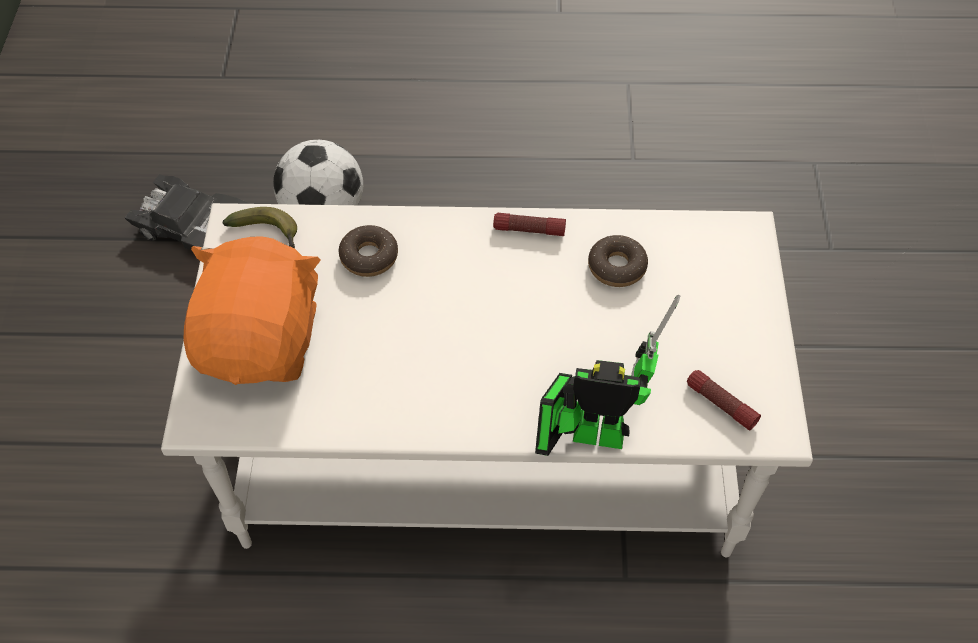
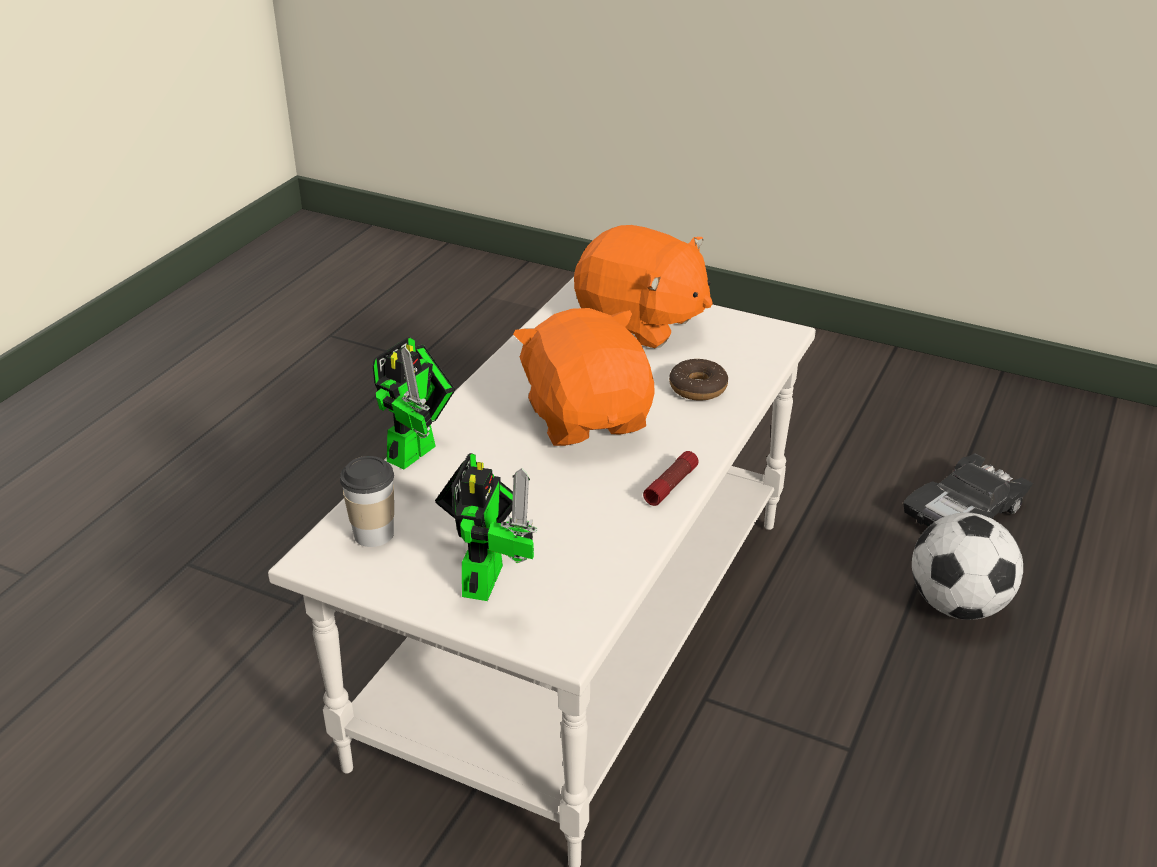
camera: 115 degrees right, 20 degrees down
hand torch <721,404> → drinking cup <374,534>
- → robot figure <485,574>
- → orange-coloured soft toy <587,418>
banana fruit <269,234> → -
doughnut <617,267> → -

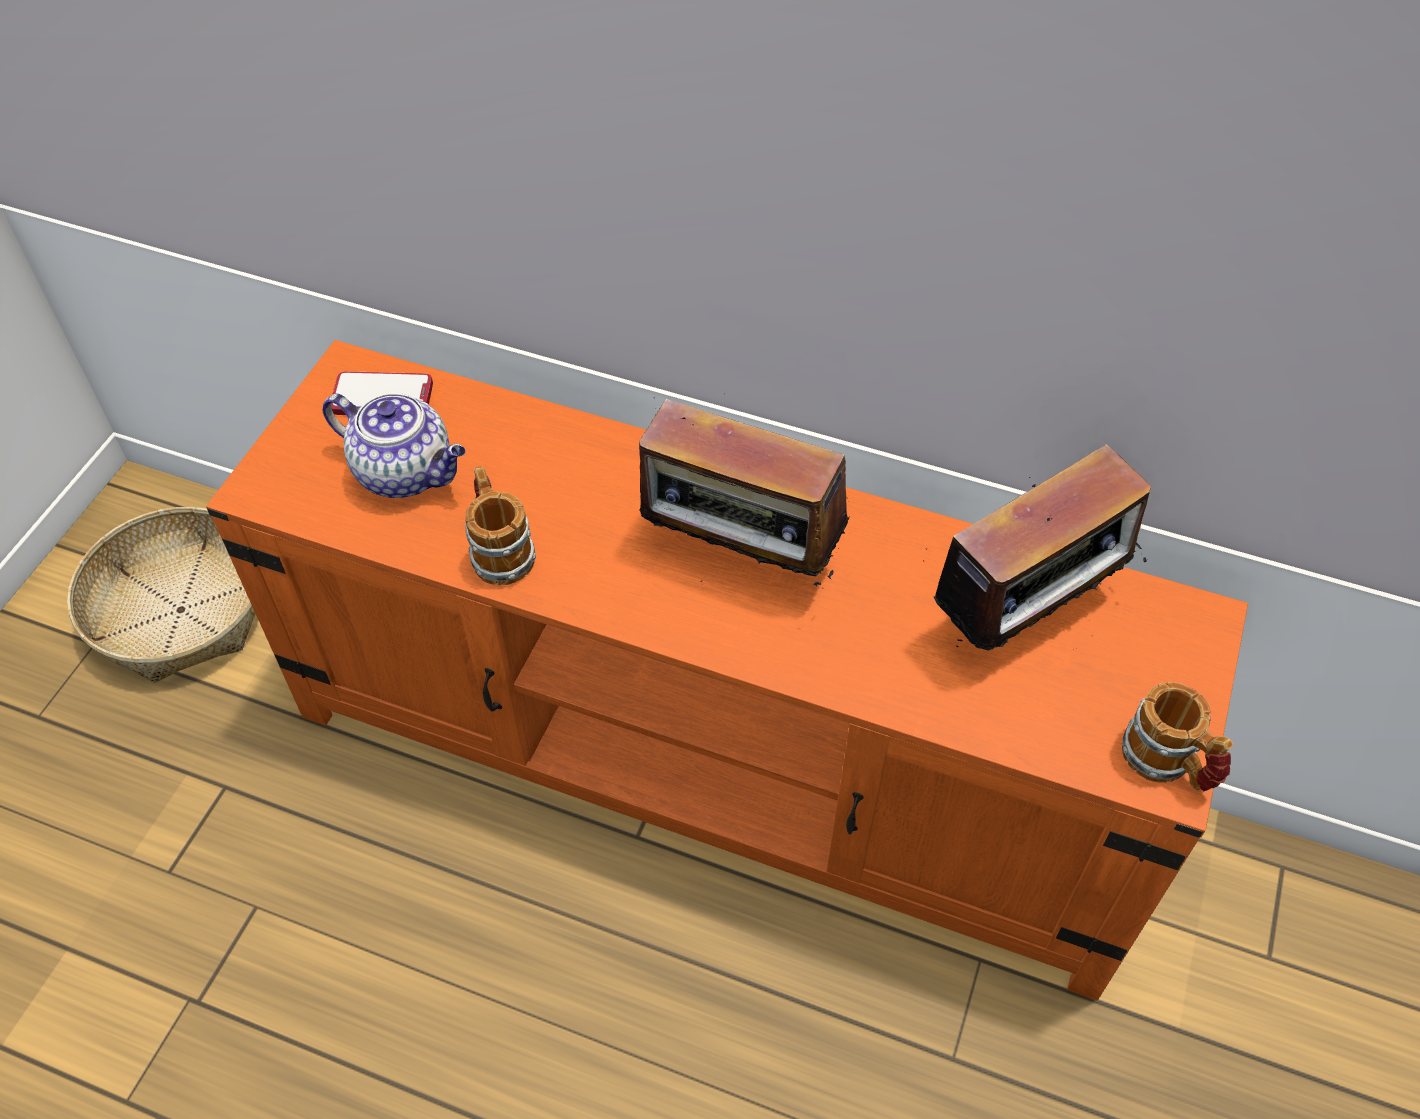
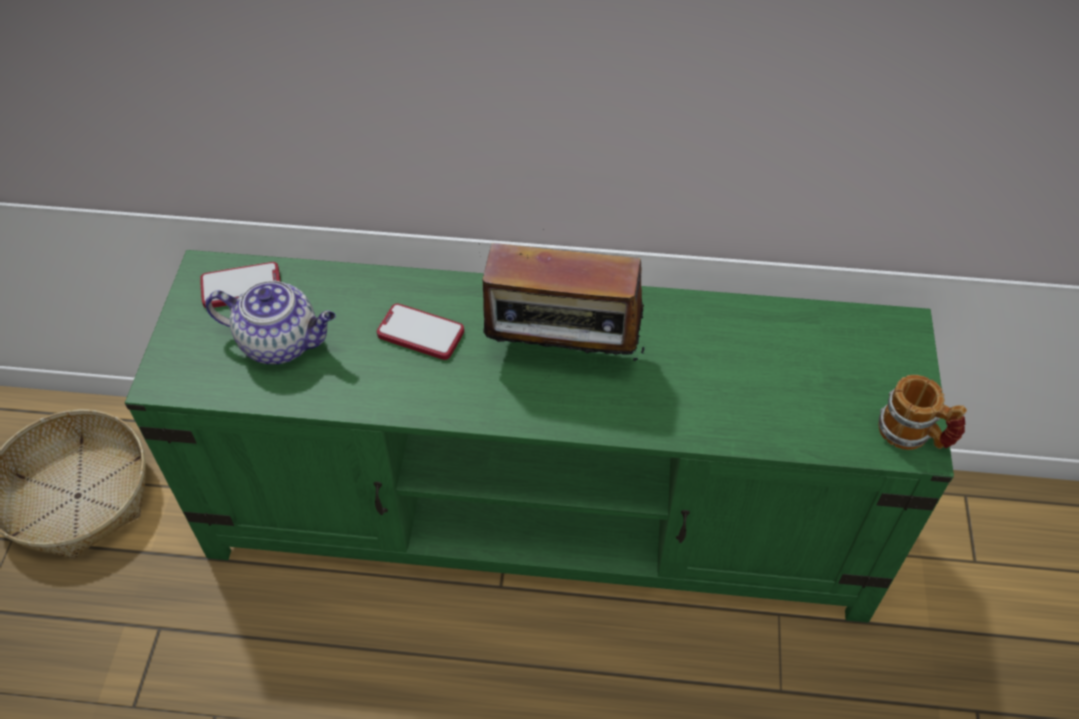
camera: 15 degrees left, 0 degrees up
orange-coloured tv unit <715,761> → greenish tv unit <542,516>
- → handset <421,333>
mug <499,550> → -
radio set <1027,615> → -

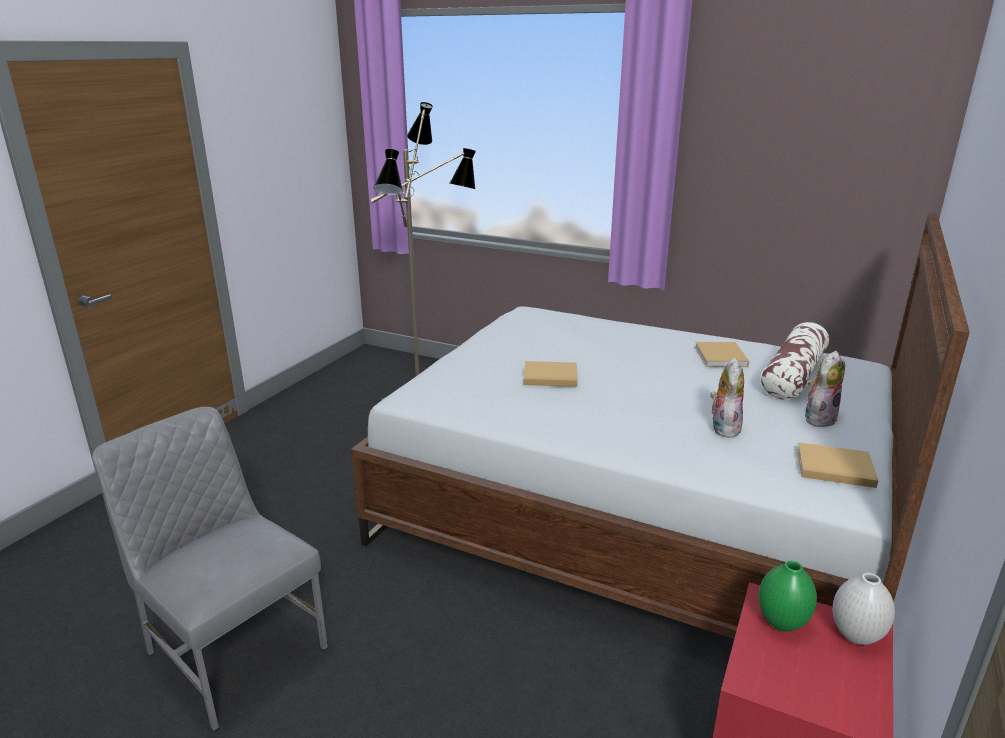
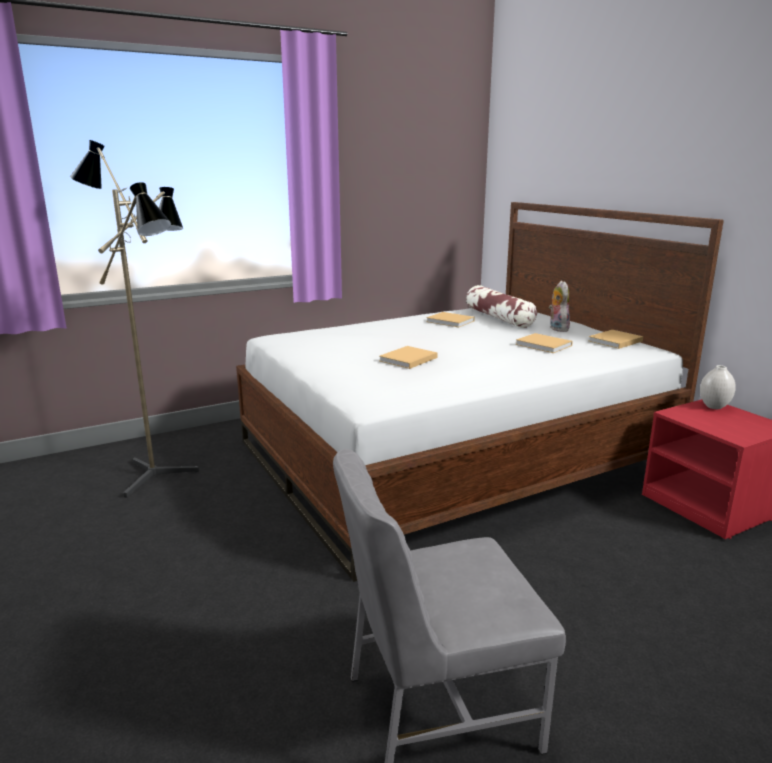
camera: 55 degrees left, 5 degrees down
soft toy <723,427> → beige volume <545,345>
greenish decorative vase <782,623> → -

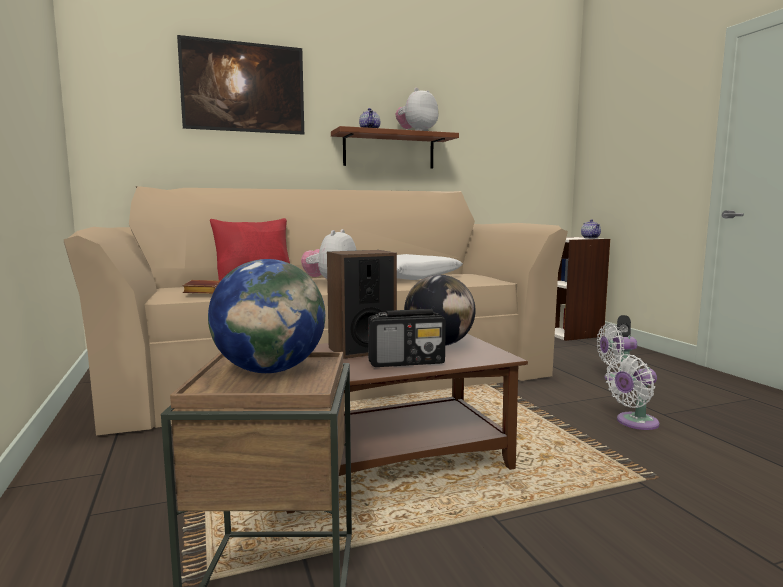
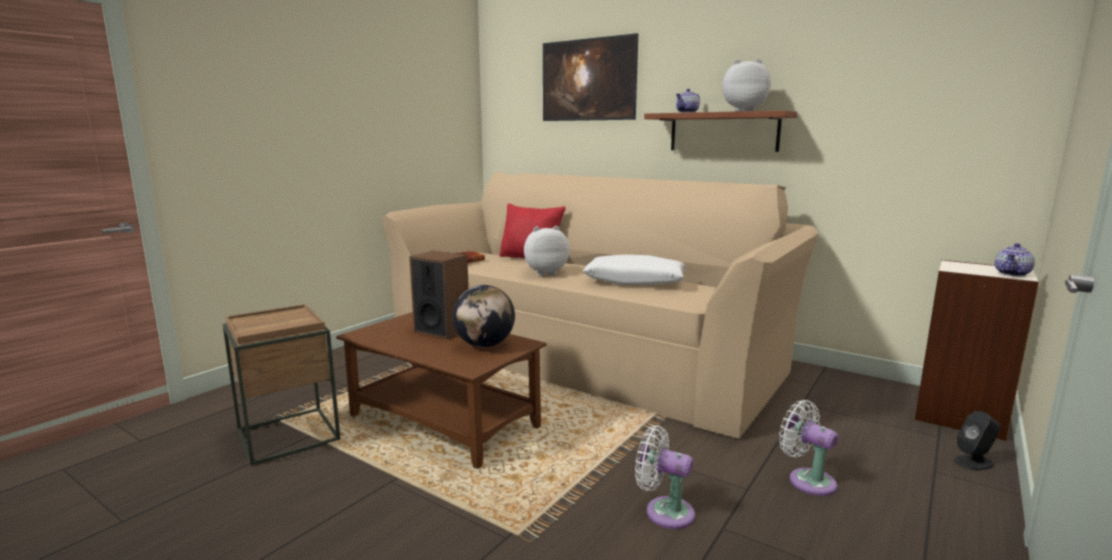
camera: 55 degrees right, 5 degrees up
desk globe <270,370> → -
radio set <407,362> → -

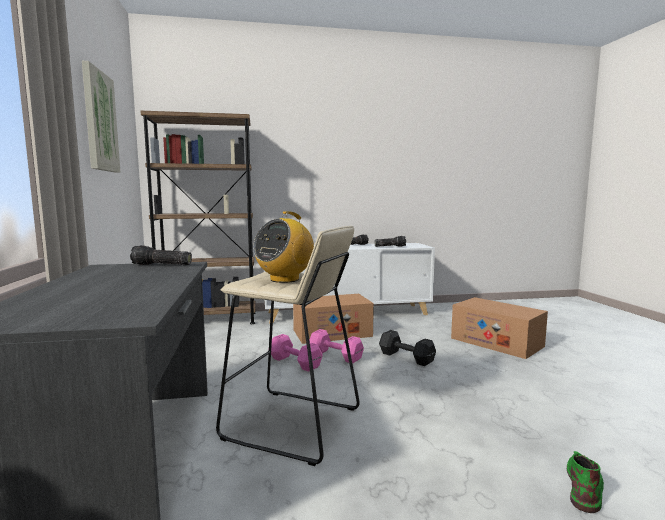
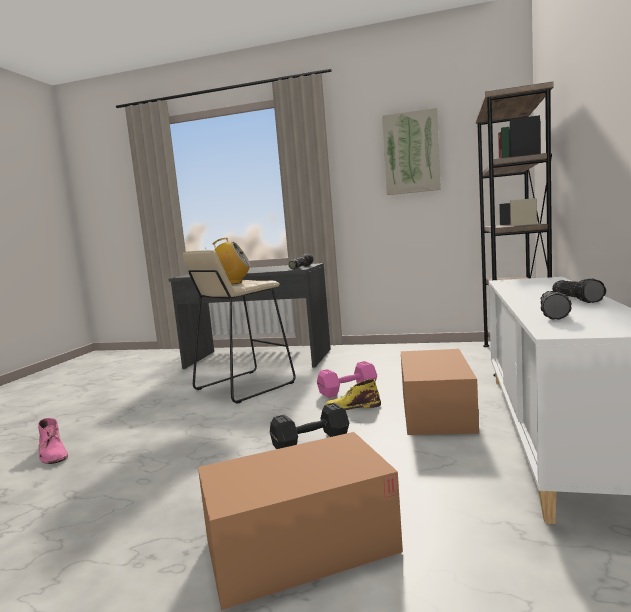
camera: 115 degrees right, 0 degrees up
greenish boot <583,485> → pink boot <52,454>
radio set <285,279> → radio set <232,283>, 120 degrees clockwise
pink dumbbell <334,355> → yellow boot <352,406>

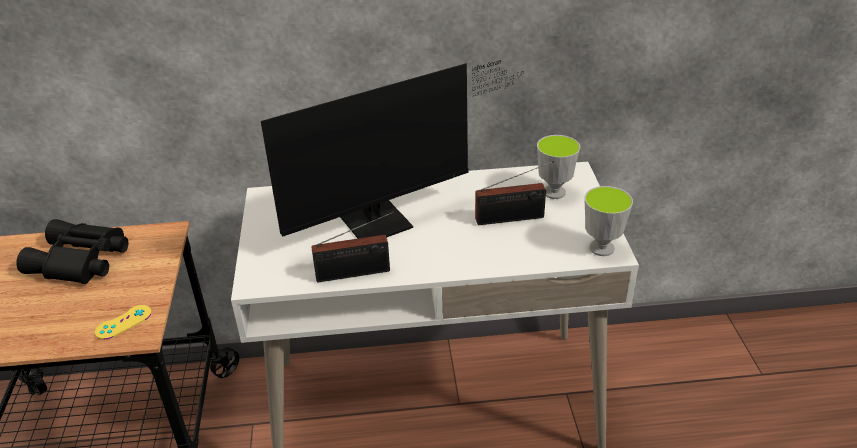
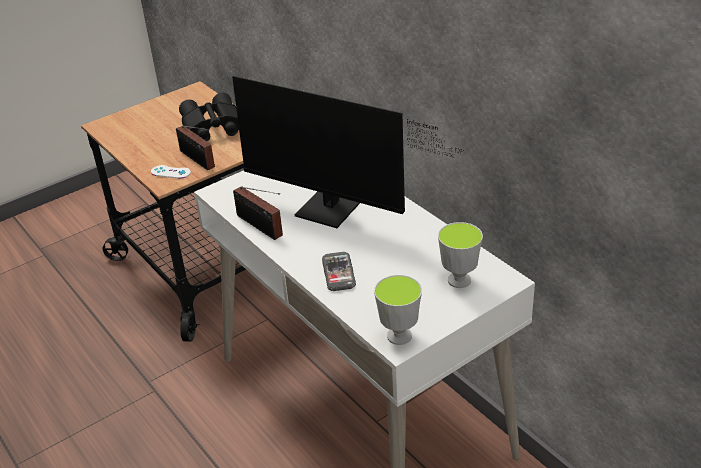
camera: 60 degrees right, 0 degrees up
yellow gamepad <123,322> → white gamepad <170,172>
radio set <513,218> → radio set <198,160>, moved
- → handset <338,273>

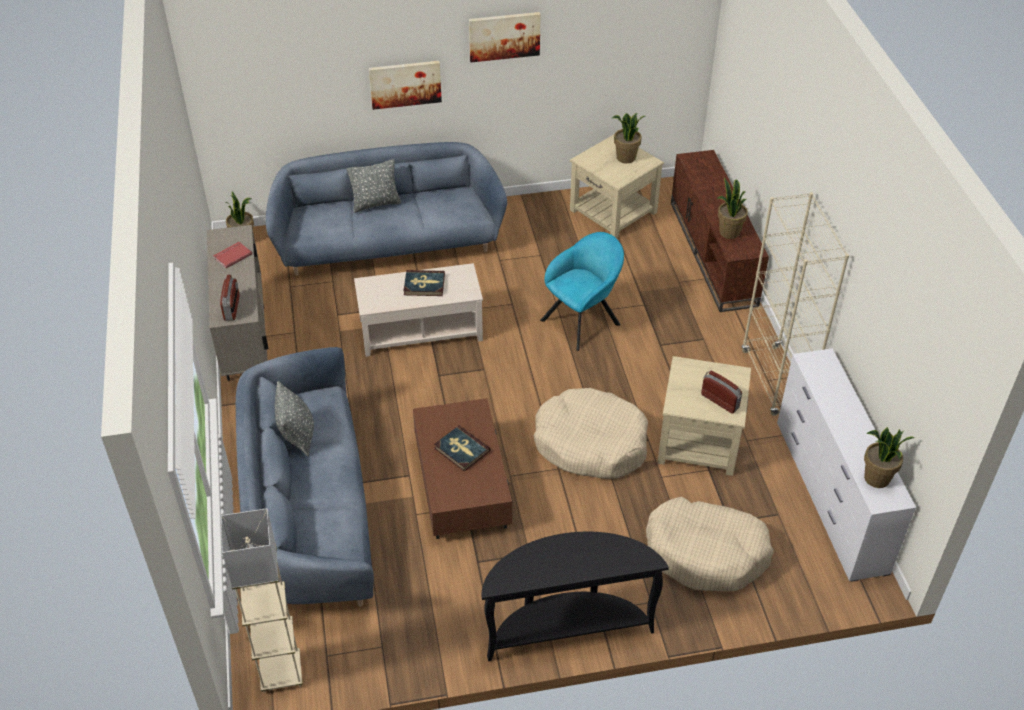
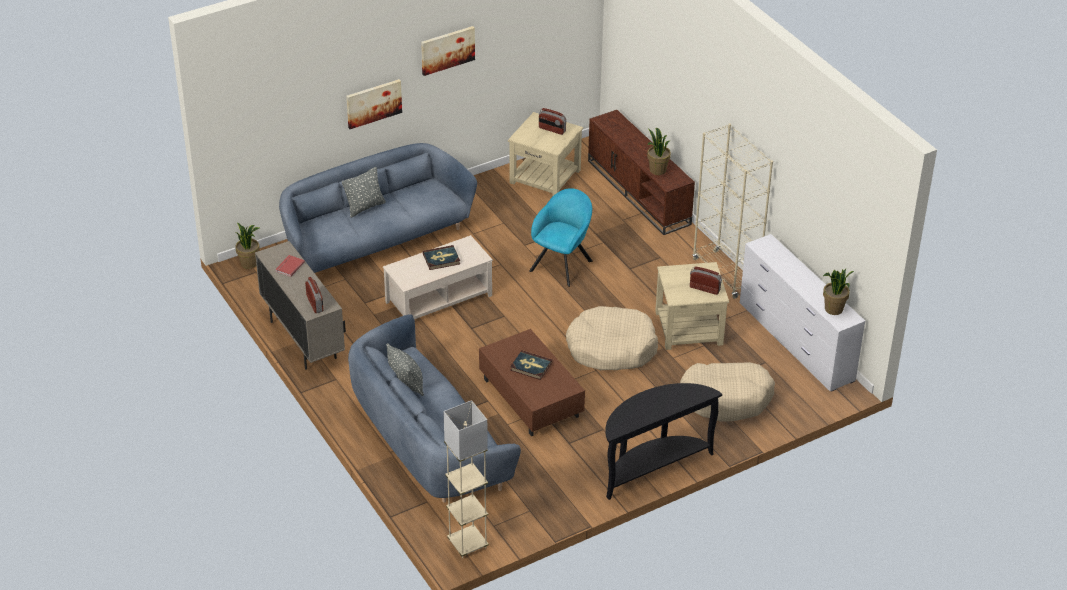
camera: 20 degrees left, 5 degrees down
plant in a pot <626,158> → radio set <552,130>

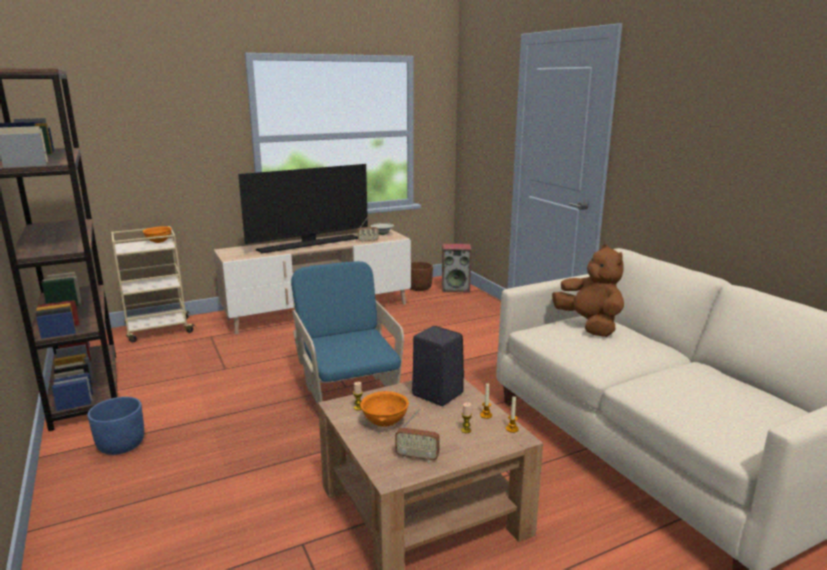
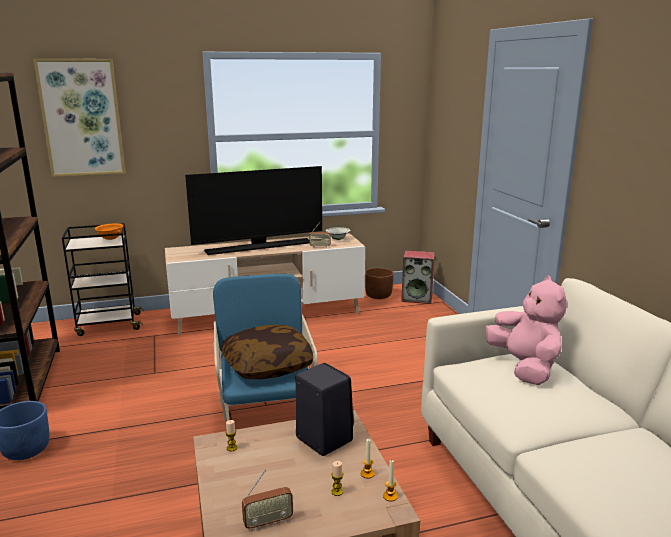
camera: 10 degrees right, 0 degrees up
- → wall picture <82,118>
beige cart <158,330> → black-coloured cart <108,325>
- → throw pillow <268,366>
radio set <417,457> → radio set <268,522>, 45 degrees counterclockwise
brownish soft toy <589,325> → pink soft toy <524,367>
orange-coloured serving bowl <384,423> → -

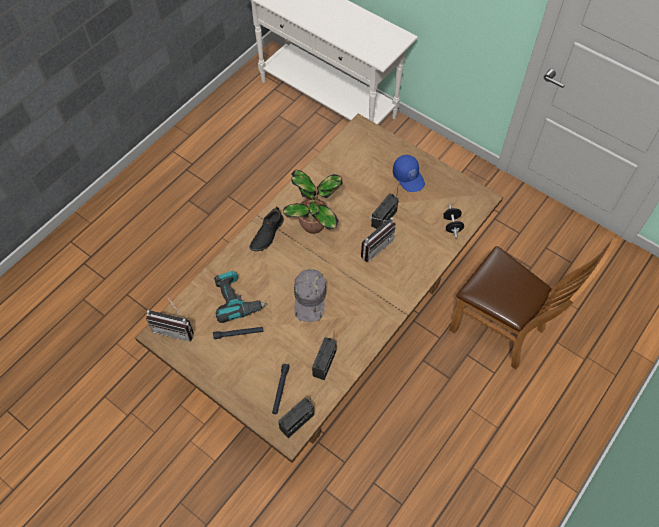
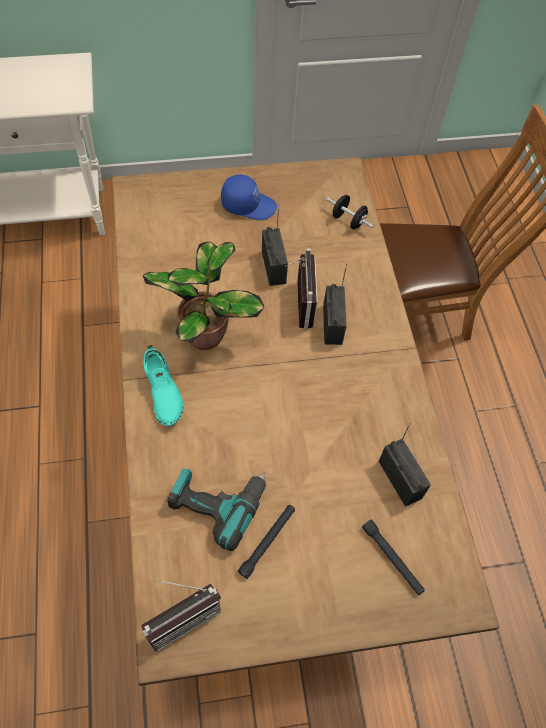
camera: 50 degrees left, 0 degrees up
black-coloured low shoe <267,234> → turquoise-coloured low shoe <162,392>
radio set <297,422> → radio set <332,324>, moved
grey cap <310,298> → -

